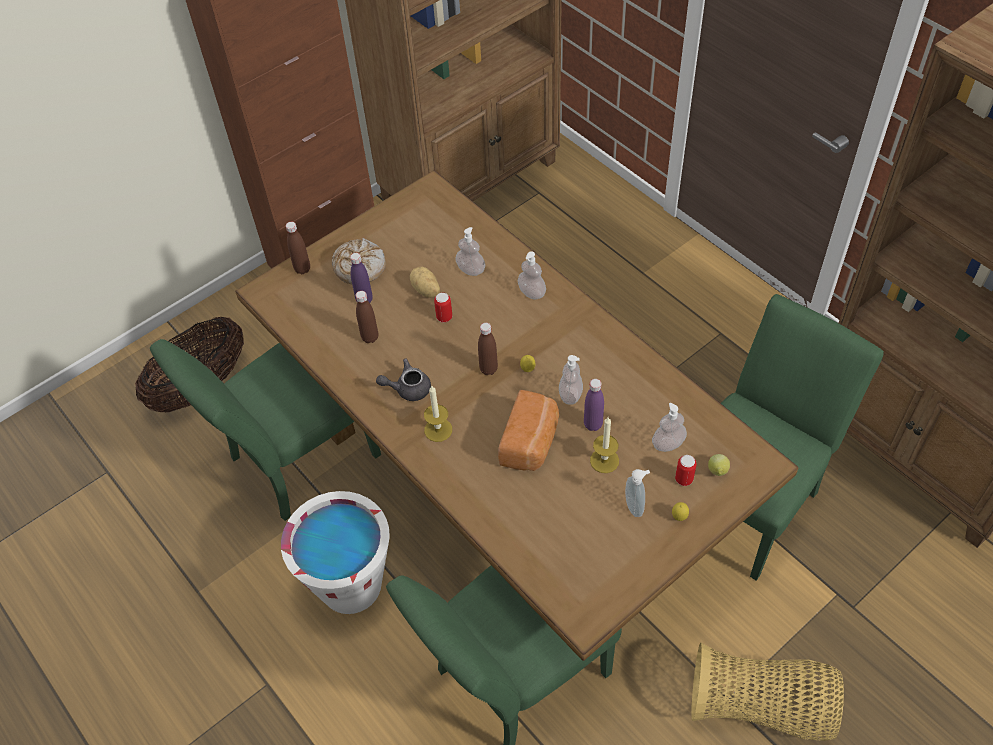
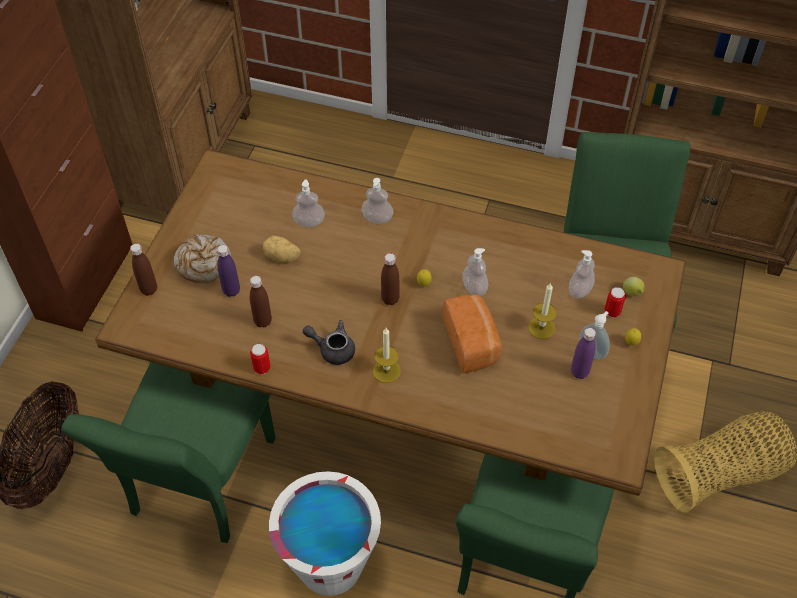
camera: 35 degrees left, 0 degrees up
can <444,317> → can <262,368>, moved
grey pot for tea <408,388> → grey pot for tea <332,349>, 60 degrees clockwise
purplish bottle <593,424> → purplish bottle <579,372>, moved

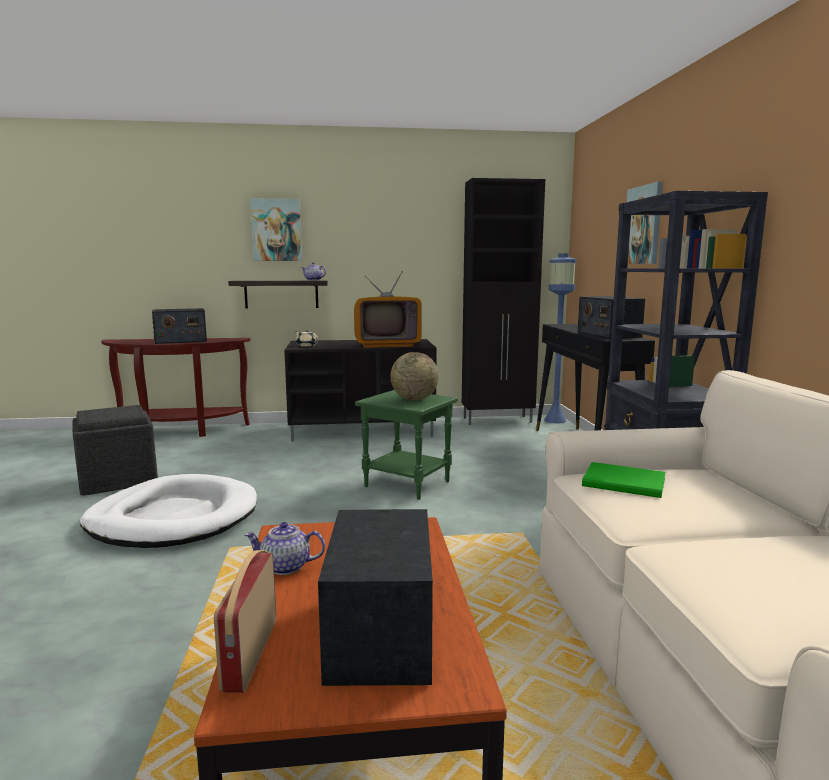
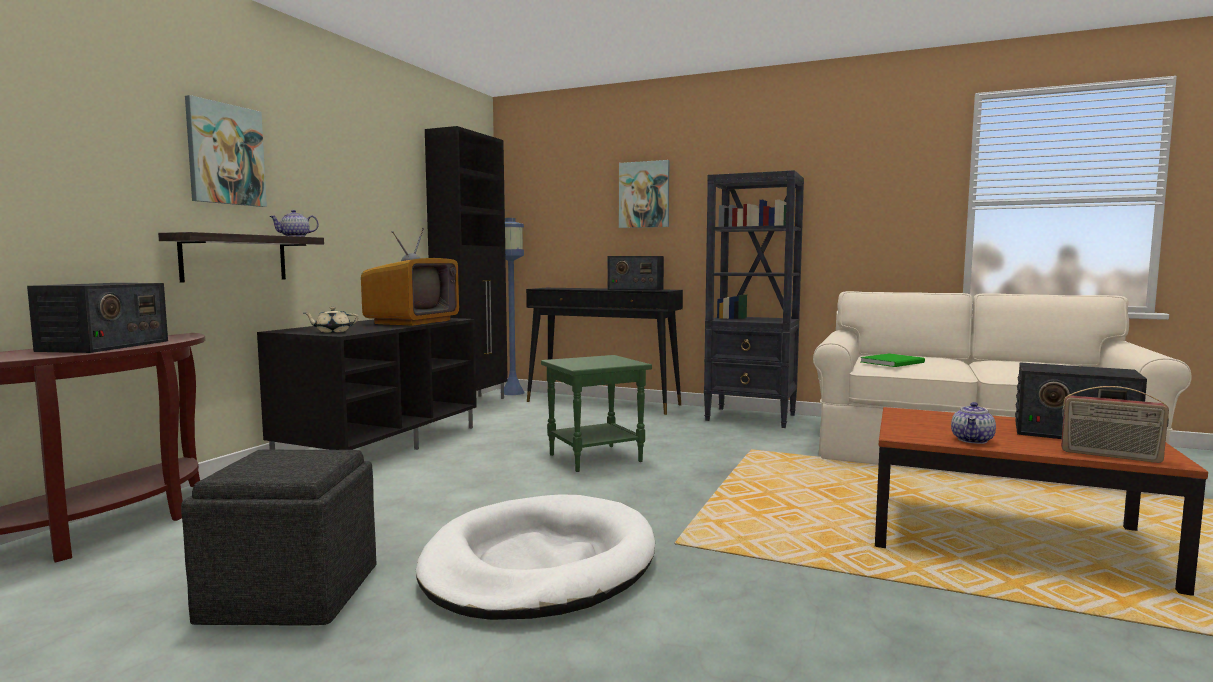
camera: 60 degrees left, 5 degrees down
desk globe <414,399> → -

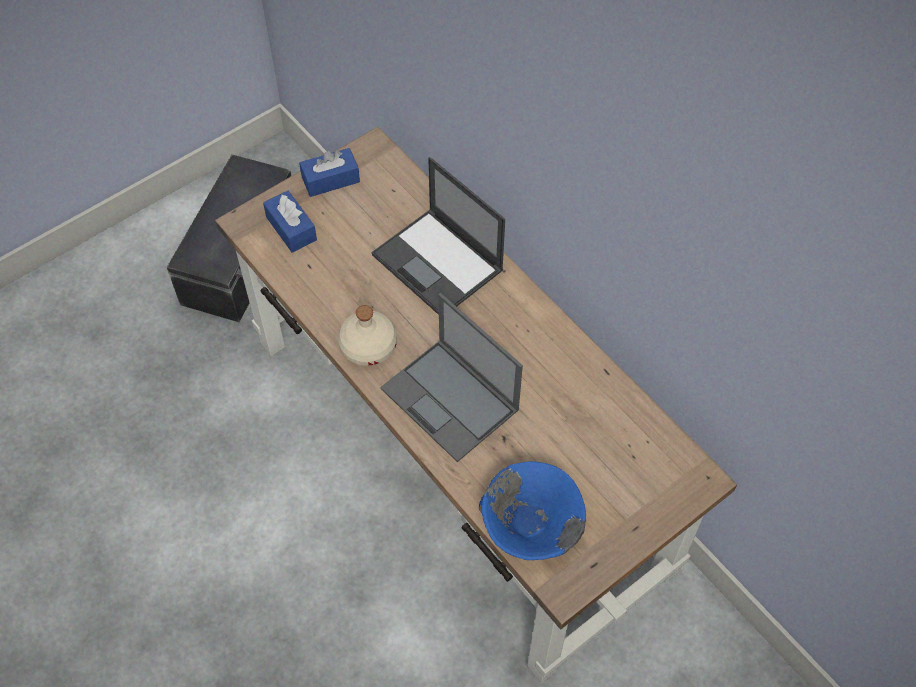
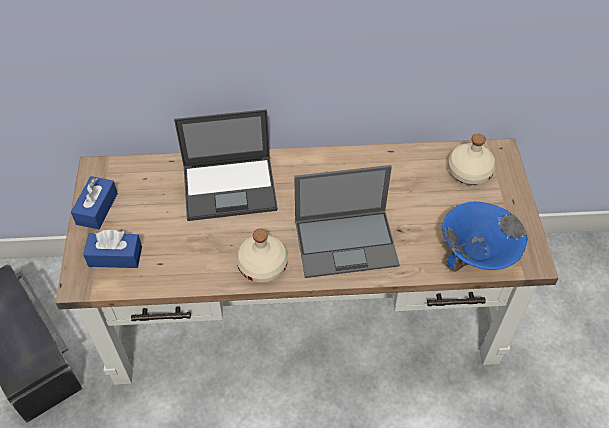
camera: 55 degrees left, 5 degrees down
- → beige bottle <468,171>

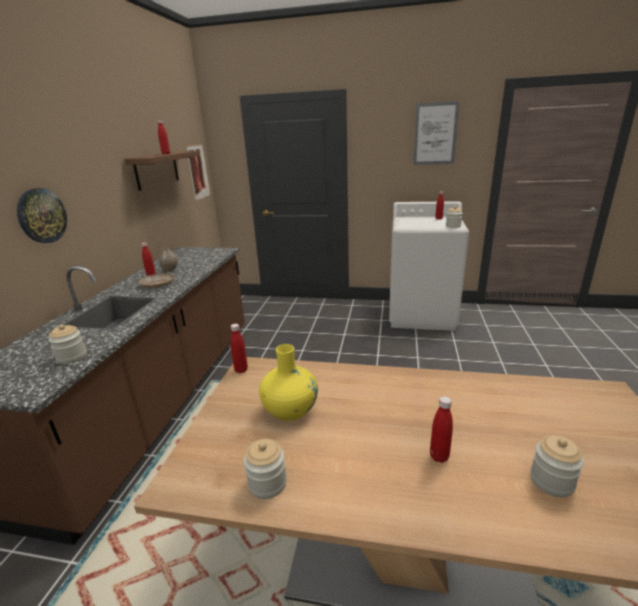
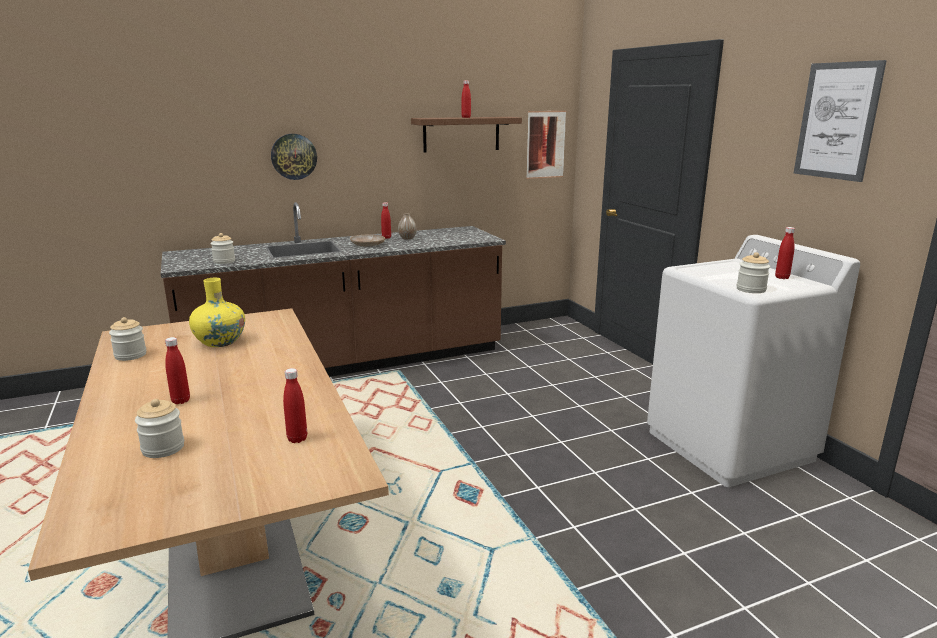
camera: 55 degrees right, 5 degrees down
red-coloured bottle <241,370> → red-coloured bottle <297,439>, moved

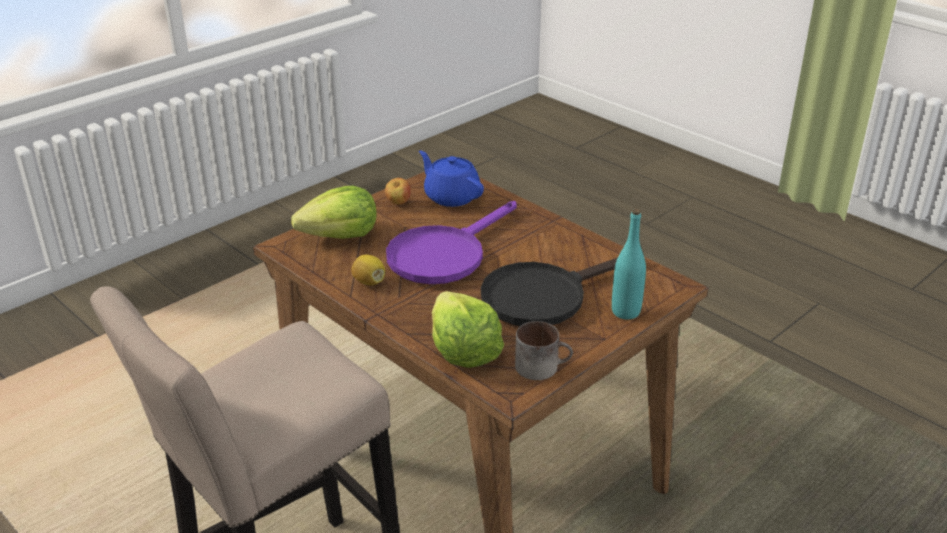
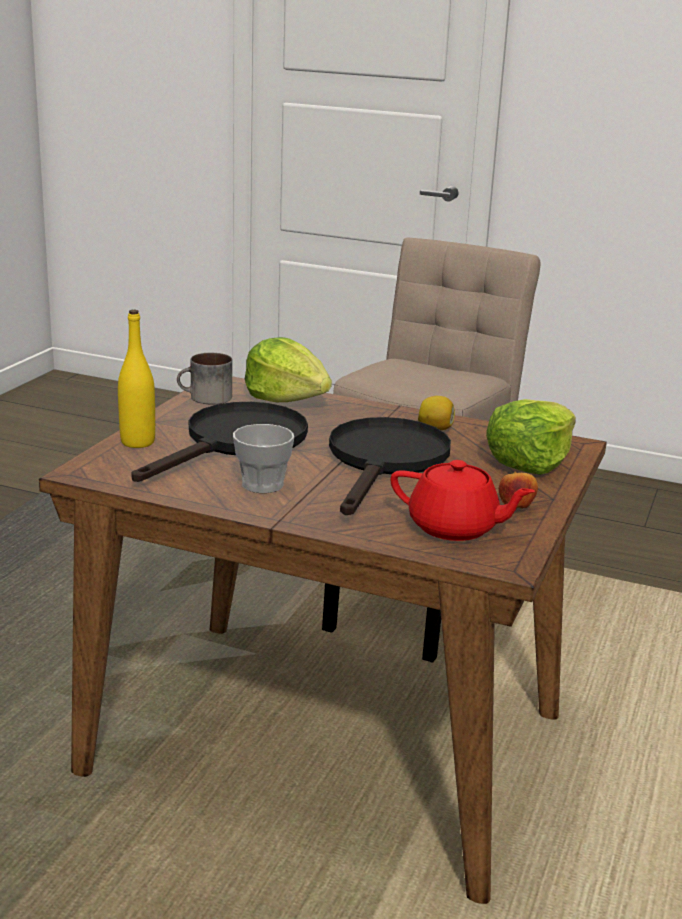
camera: 155 degrees right, 10 degrees down
turquoise-coloured bottle <625,312> → yellow bottle <137,442>
- → drinking cup <262,484>
purplish pan <444,254> → black-coloured pan <385,462>
bluish pot for tea <451,196> → red-coloured pot for tea <455,528>

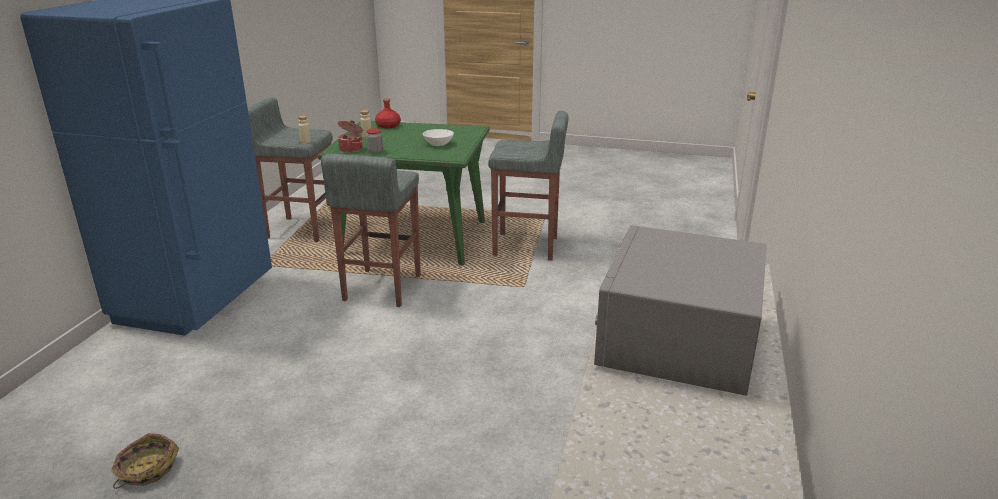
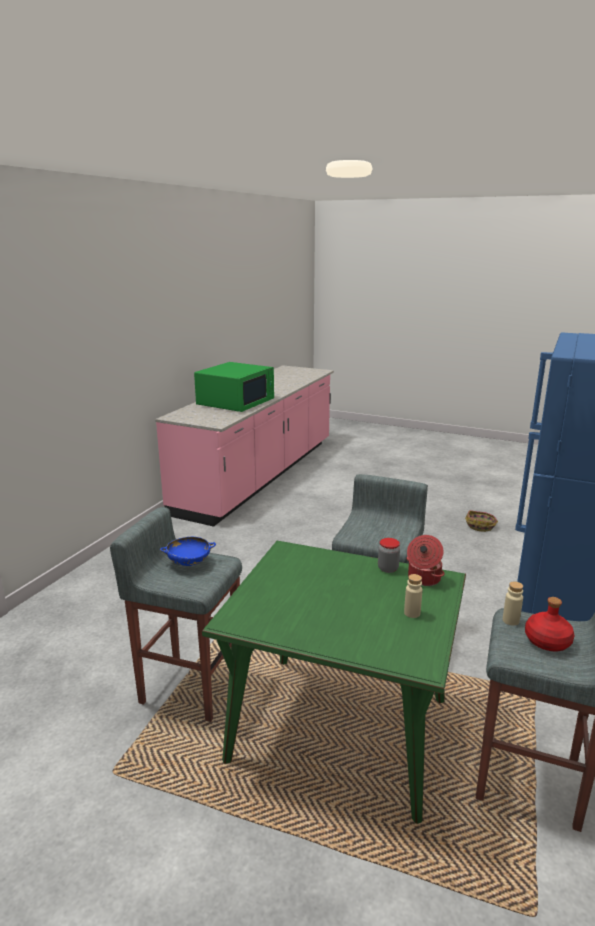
camera: 170 degrees left, 5 degrees down
- → bluish serving bowl <189,563>
grey microwave <677,342> → greenish microwave <236,402>
red-coloured bottle <388,126> → red-coloured bottle <548,641>, moved
white serving bowl <438,144> → -

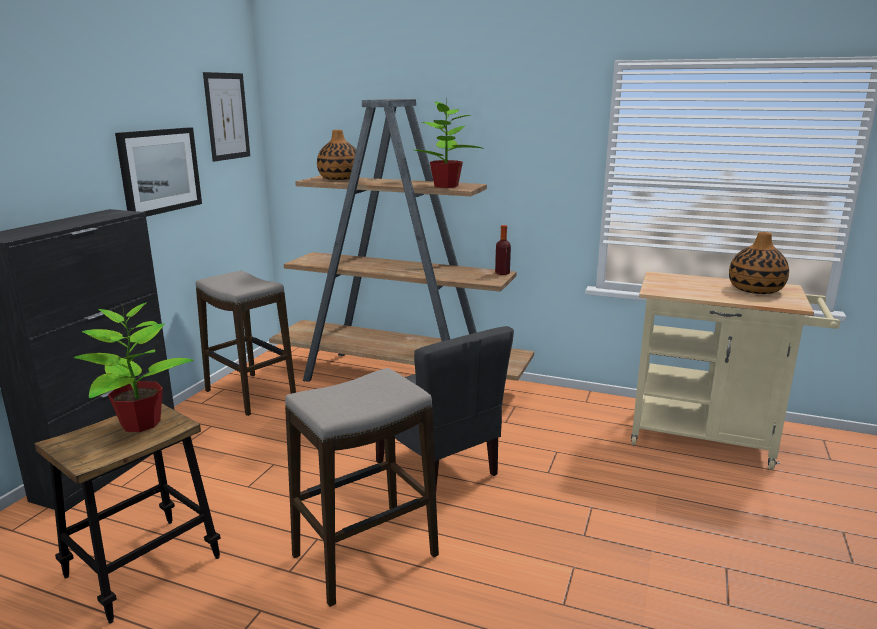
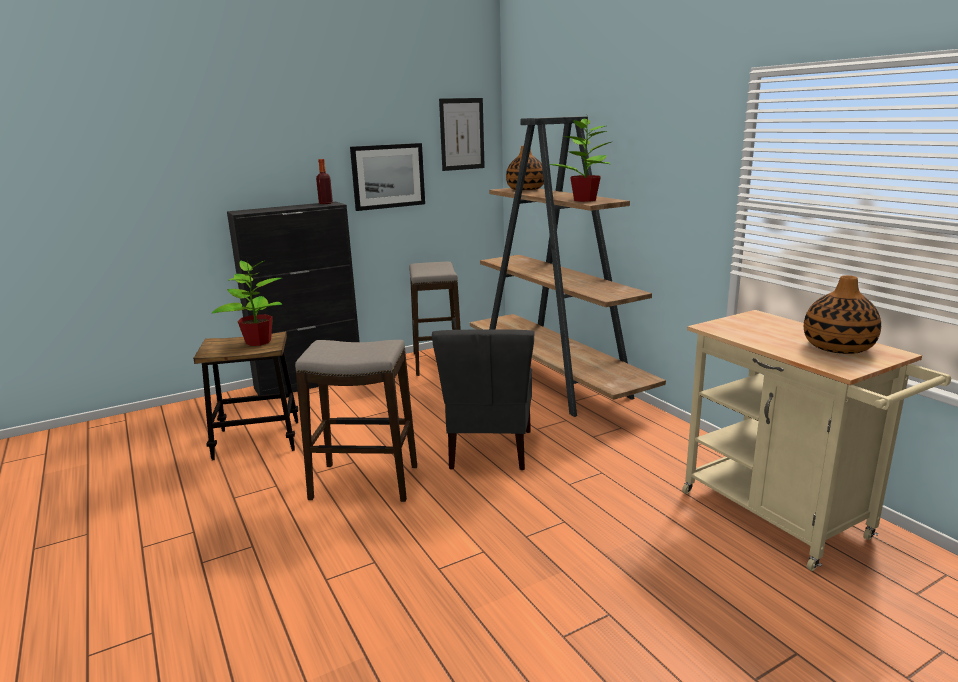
camera: 40 degrees right, 0 degrees up
bottle <502,273> → bottle <325,203>, moved

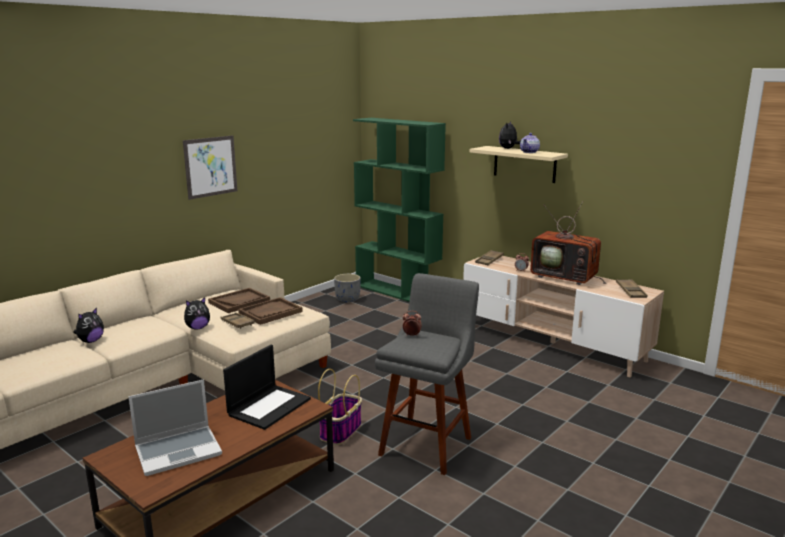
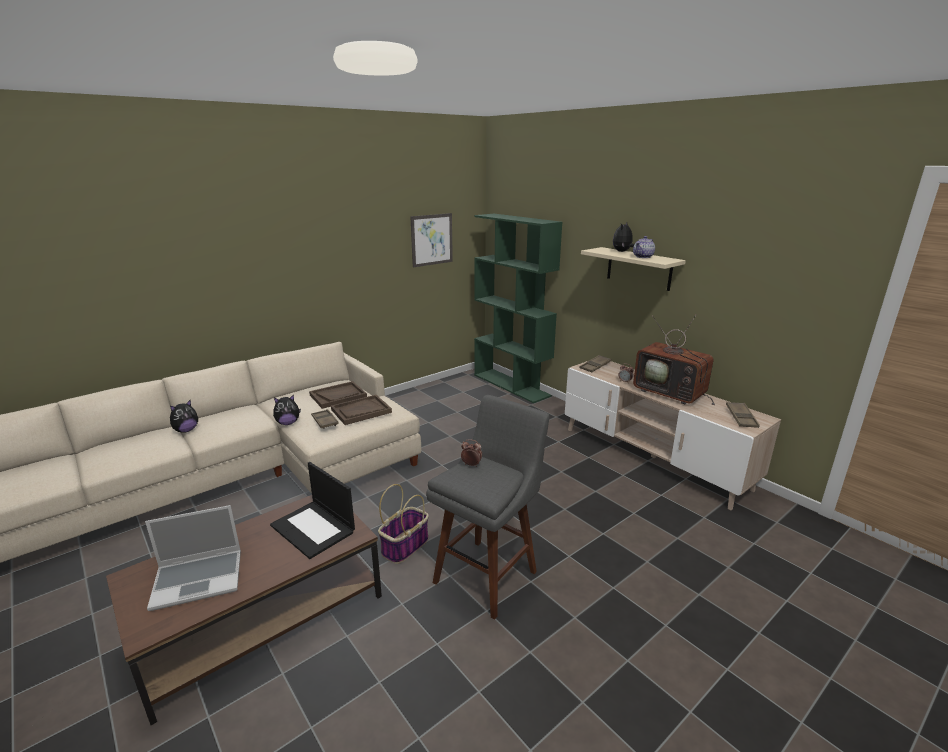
camera: 10 degrees right, 5 degrees up
laptop <269,406> → laptop <314,528>, 90 degrees clockwise
wall picture <210,166> → wall picture <432,239>, moved
grey flower pot <348,299> → -

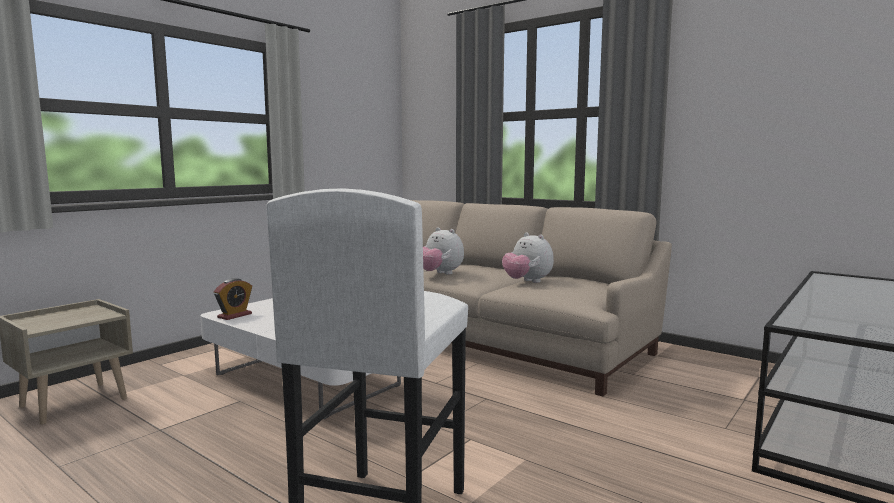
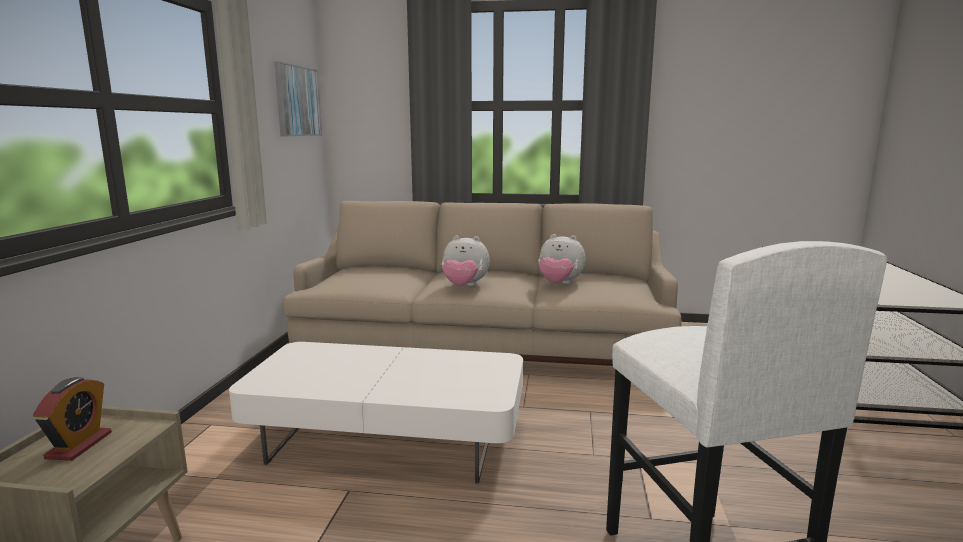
camera: 30 degrees left, 5 degrees up
bedside clock <234,315> → bedside clock <79,445>, moved
- → wall picture <297,101>

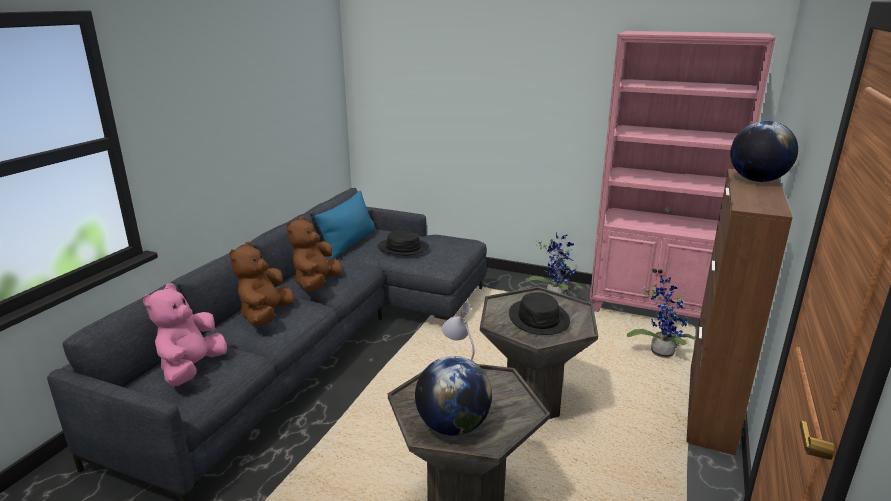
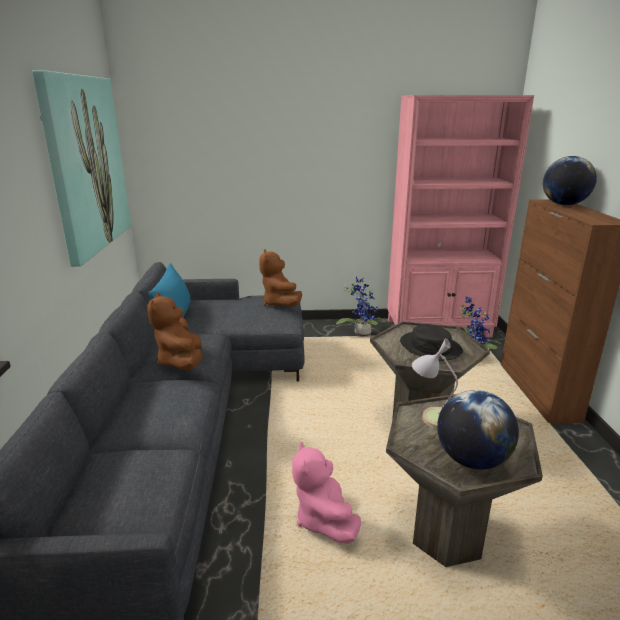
camera: 25 degrees left, 0 degrees up
- → wall picture <86,164>
brownish soft toy <266,316> → brownish soft toy <280,304>, moved
pink soft toy <192,369> → pink soft toy <323,519>, moved
black-coloured wearable hat <403,248> → -

